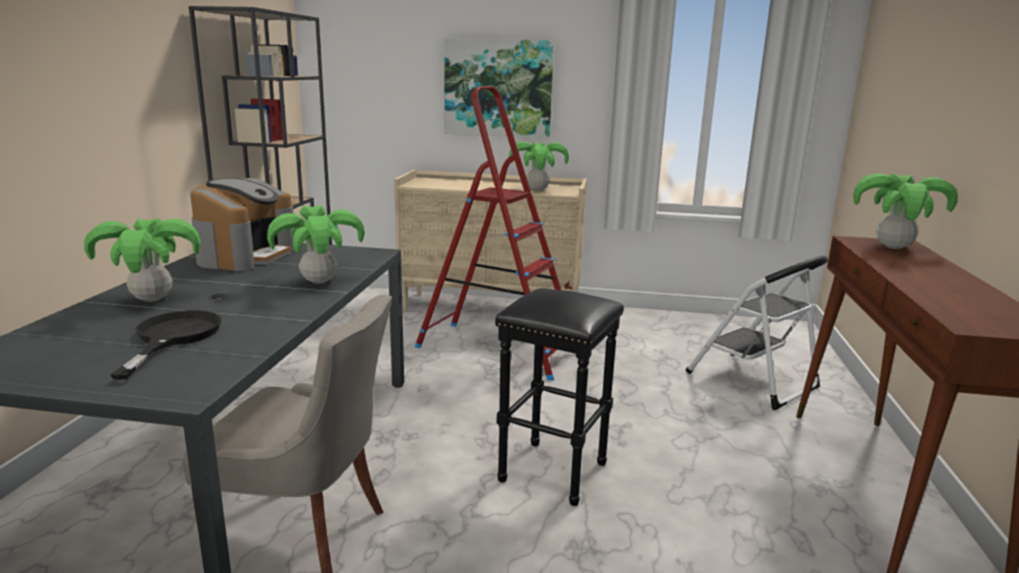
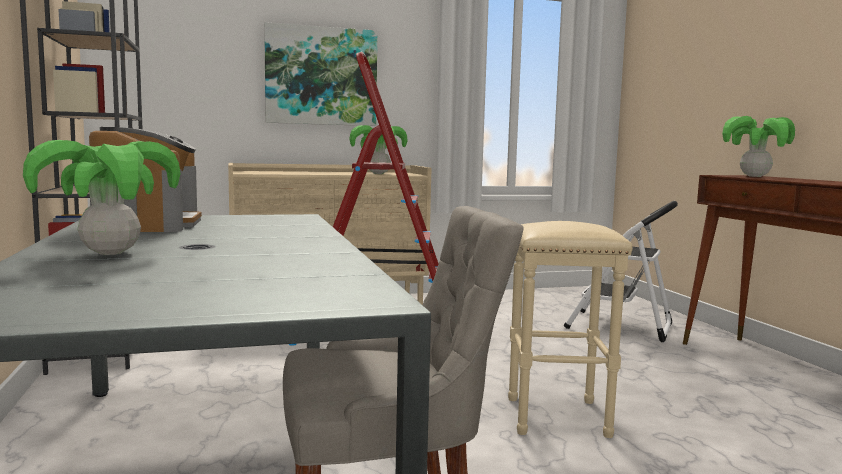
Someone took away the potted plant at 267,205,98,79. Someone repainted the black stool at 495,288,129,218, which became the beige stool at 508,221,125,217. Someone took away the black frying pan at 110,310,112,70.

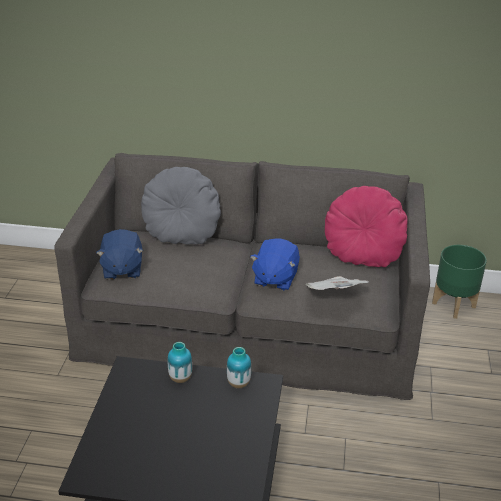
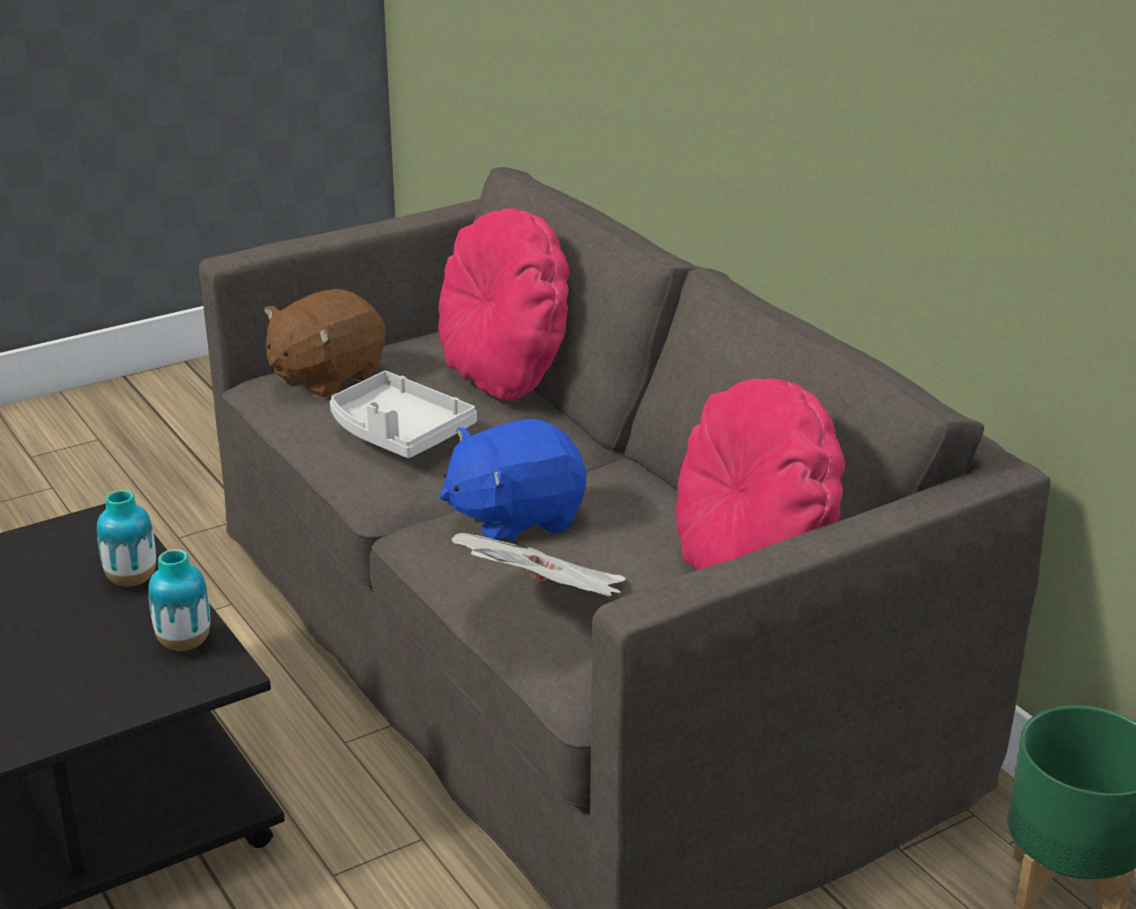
Someone repainted the grey pillow at 141,167,80,77, which became the pink pillow at 438,208,131,193. Someone repainted the blue plush toy at 96,229,47,51, which became the brown plush toy at 264,289,122,109. Someone put down the grey tray at 330,371,147,87.

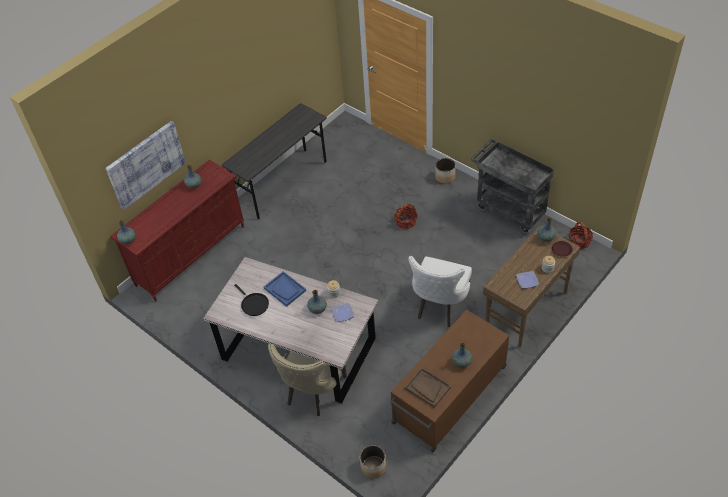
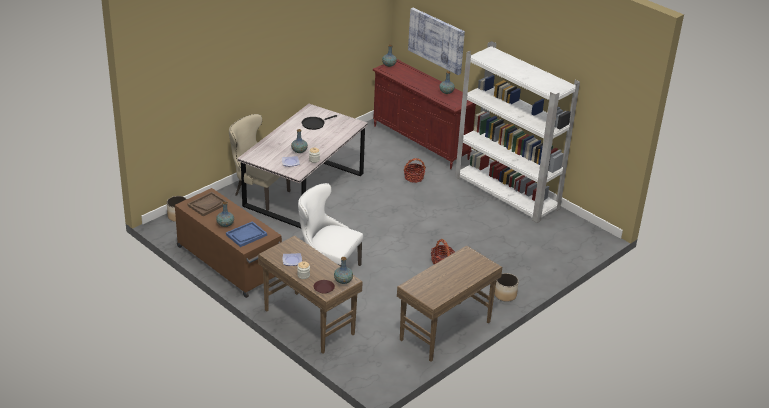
Someone swapped the grey desk at 222,103,105,116 for the white bookcase at 455,41,125,182. Someone swapped the black cart at 471,139,83,94 for the brown console table at 397,245,105,117. Someone carried the basket from 569,222,24,27 to 404,158,22,25. Someone carried the blue tray from 264,271,42,36 to 226,221,41,26.

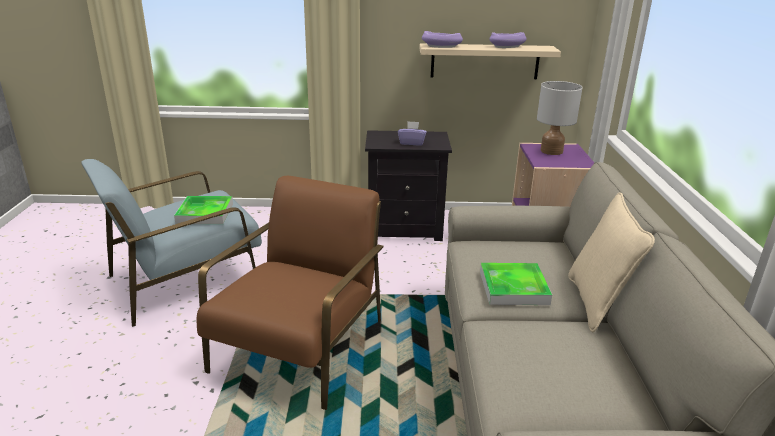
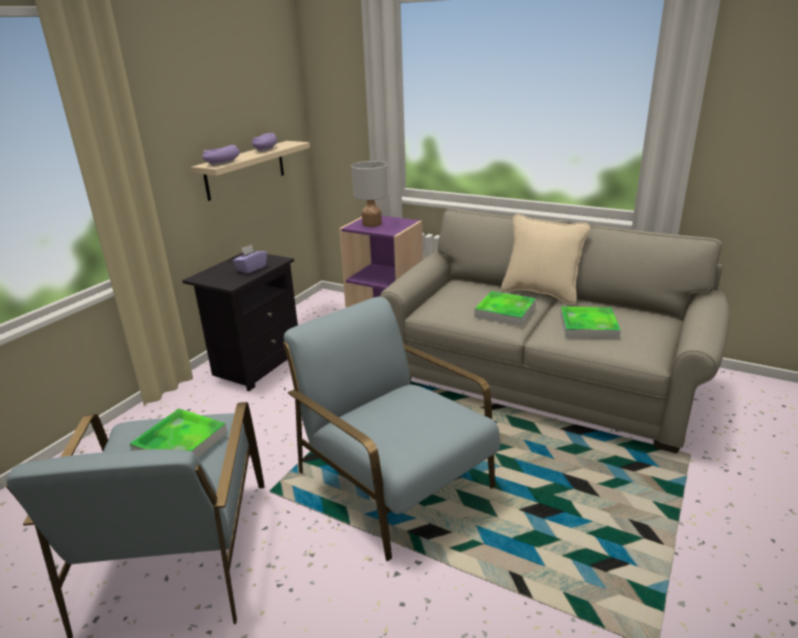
Someone repainted the brown armchair at 197,176,187,234, which became the blue armchair at 283,297,217,265. Someone put down the tray at 560,306,61,34.

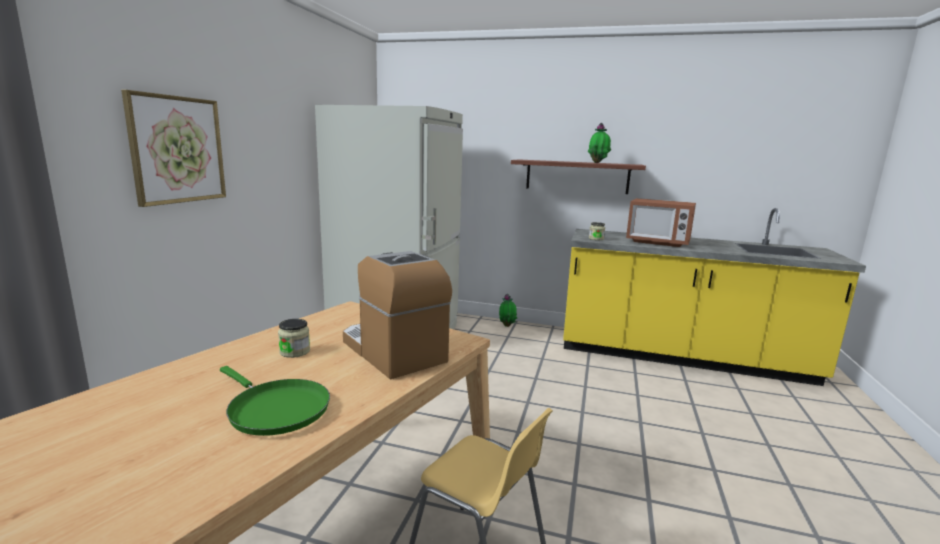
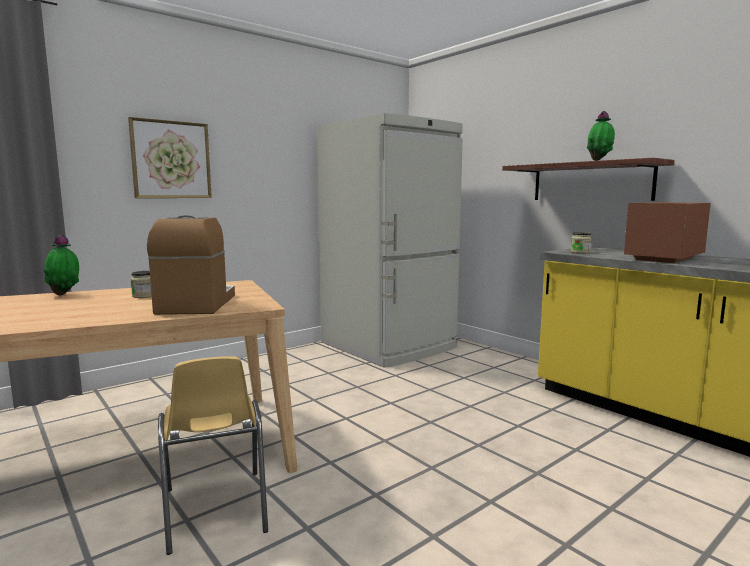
Someone rotated the microwave at 626,198,70,49 by 75 degrees clockwise. Someone carried the potted plant from 499,294,18,33 to 44,234,35,61. Someone took away the green frying pan at 220,366,110,70.

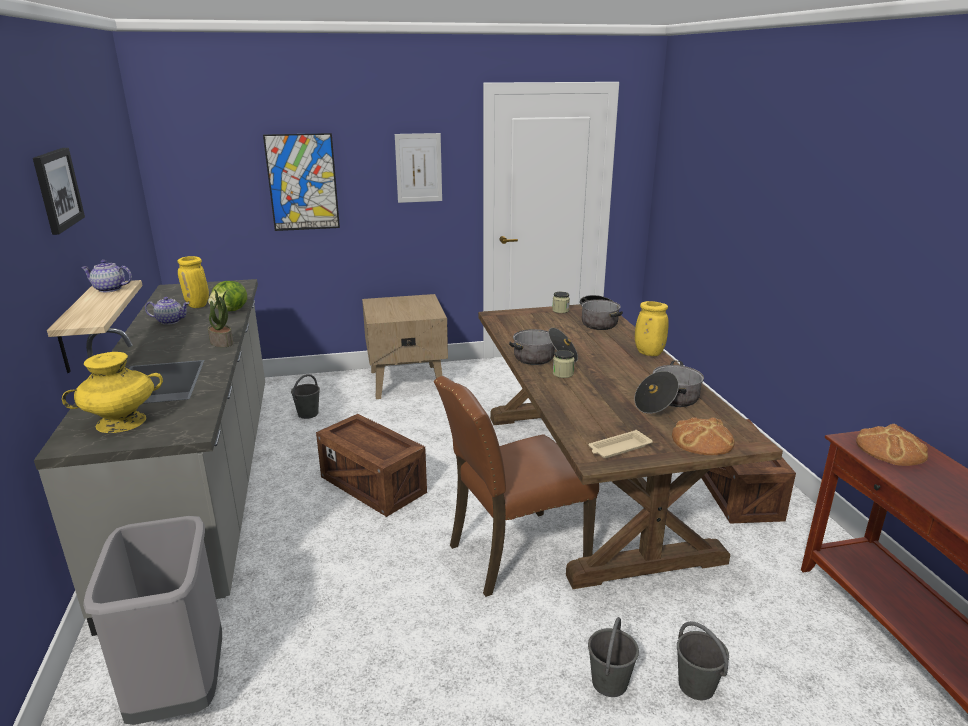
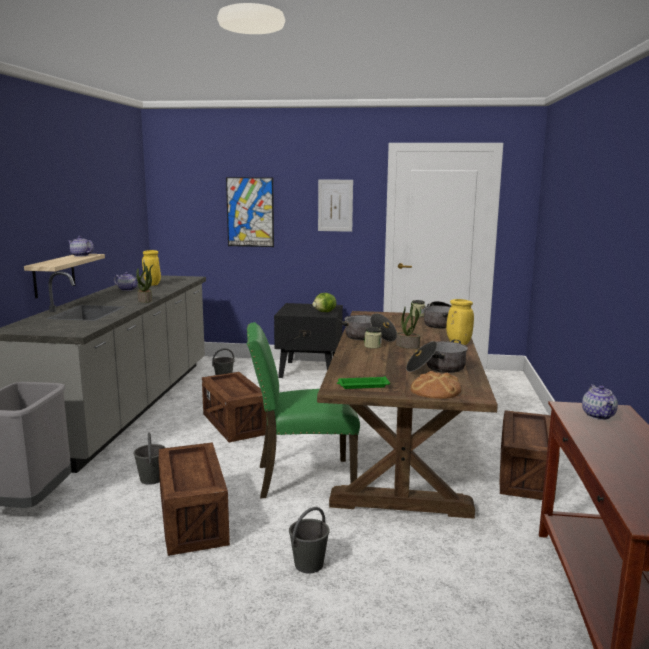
Someone took away the picture at 33,148,52,87. Someone carried the lettuce from 208,281,39,30 to 312,293,24,19. Someone repainted the beige nightstand at 362,294,86,105, which became the black nightstand at 274,303,69,75. Someone took away the yellow vase at 62,352,101,81. Someone repainted the brown chair at 434,376,165,221, which became the green chair at 247,322,113,176. Someone swapped the bread at 856,424,72,42 for the teapot at 582,384,36,36. Someone repainted the beige tray at 588,430,65,28, which became the green tray at 337,376,53,13. Someone carried the grey bucket from 677,621,52,79 to 134,433,32,52. Someone put down the potted plant at 396,302,24,47. Someone put down the crate at 159,442,71,114.

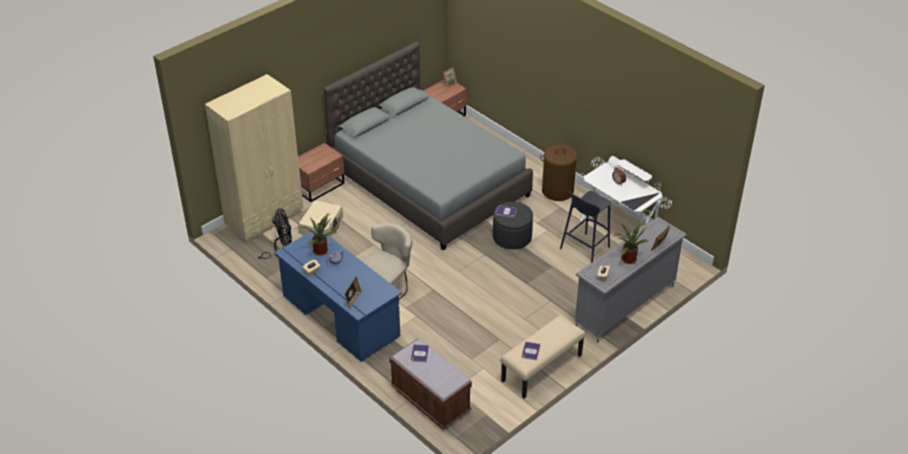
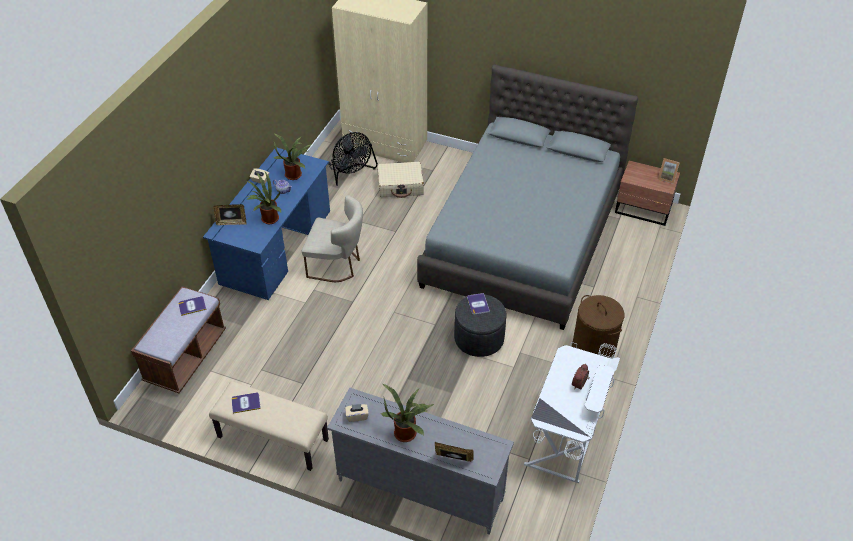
Someone took away the brown nightstand at 298,143,46,59. Someone took away the grey stool at 560,191,52,72. Someone put down the potted plant at 247,172,34,52.

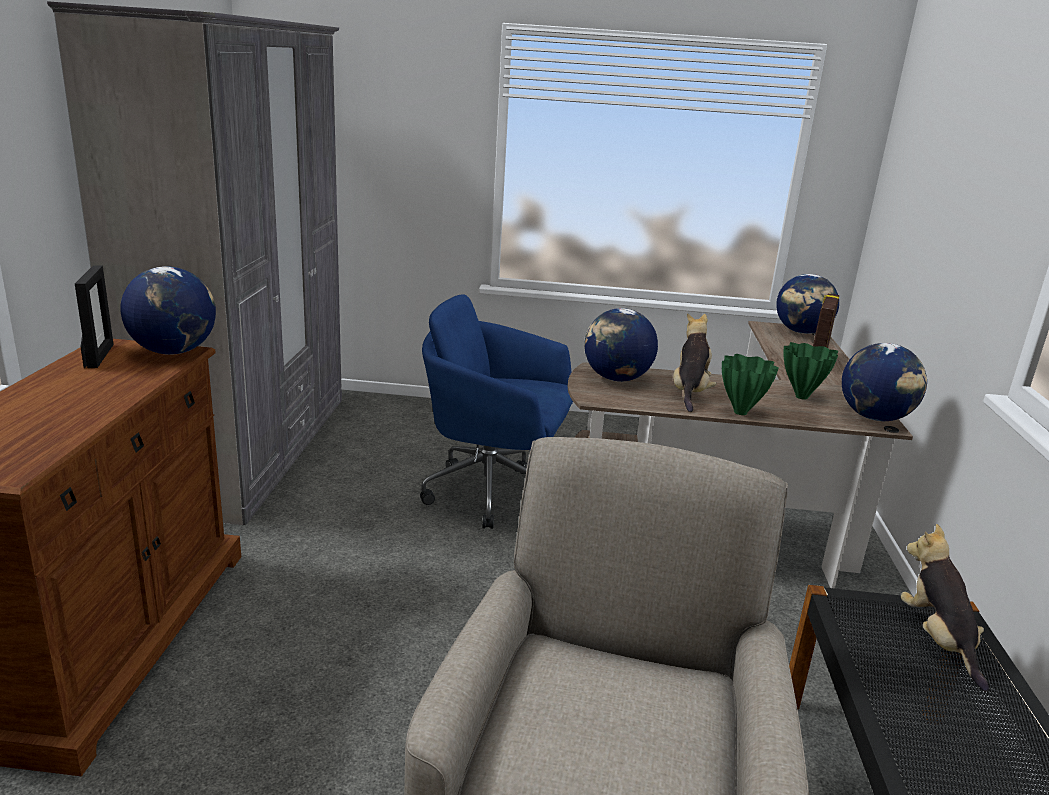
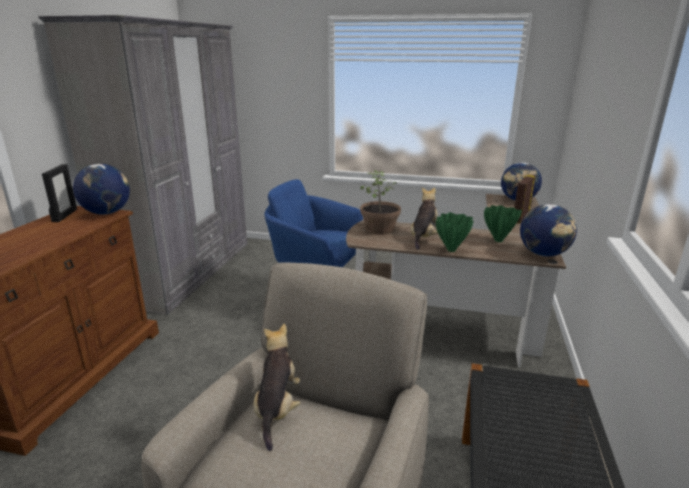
Someone swapped the globe at 584,308,74,74 for the potted plant at 360,170,41,64. Someone carried the plush toy from 901,524,88,168 to 254,324,47,127.

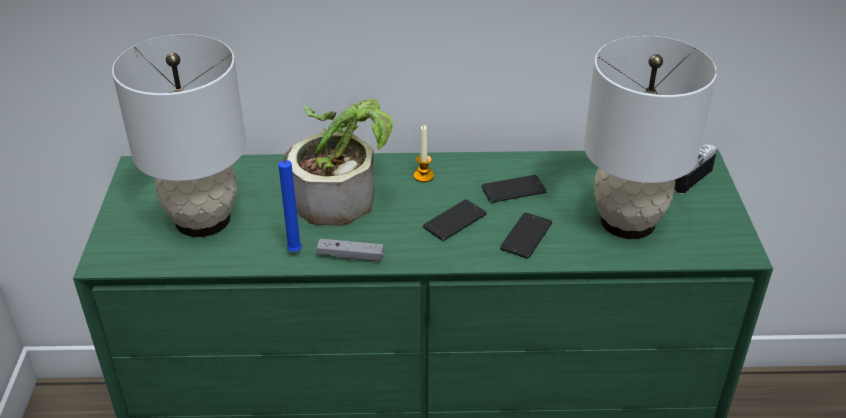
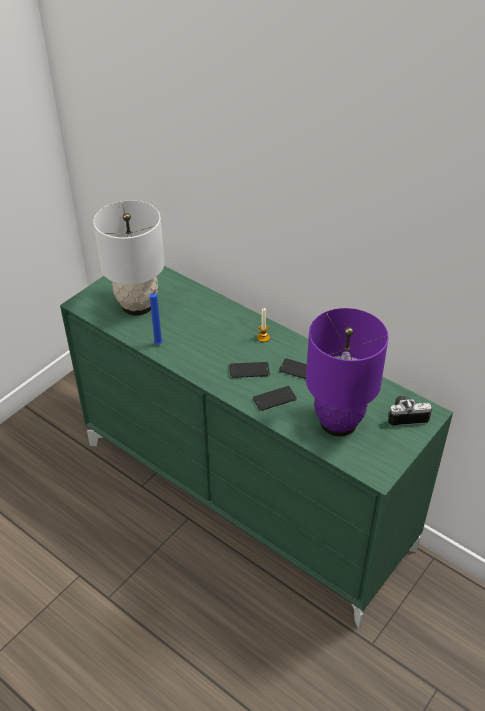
Someone repainted the white table lamp at 584,36,133,203, which became the purple table lamp at 306,308,83,128. Someone took away the potted plant at 287,99,106,127. Someone took away the grey game controller at 316,239,68,23.

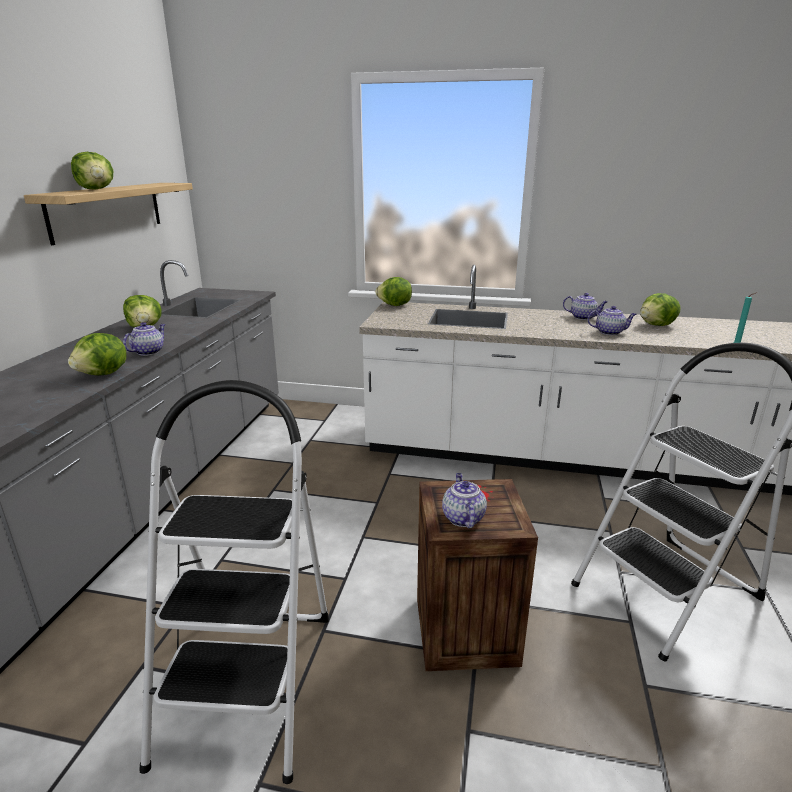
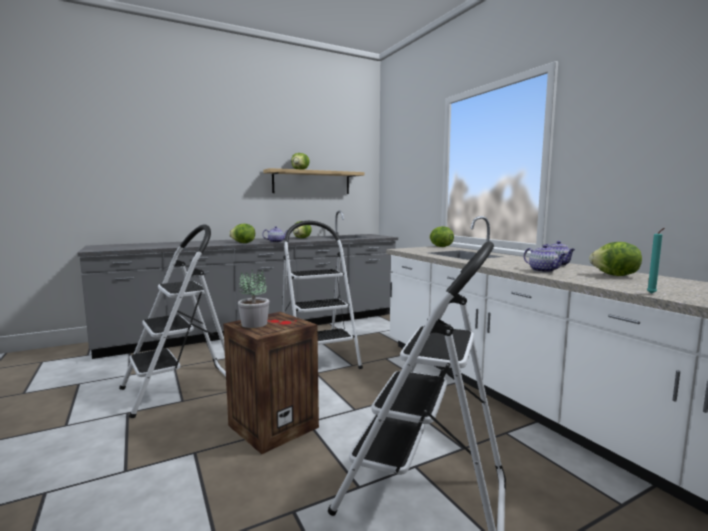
Someone swapped the teapot at 442,473,45,55 for the potted plant at 238,270,31,58. Someone put down the step ladder at 282,221,81,148.

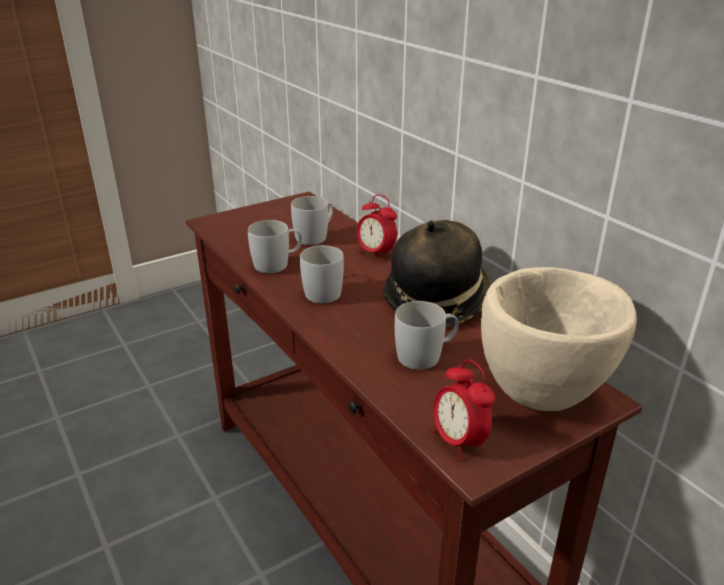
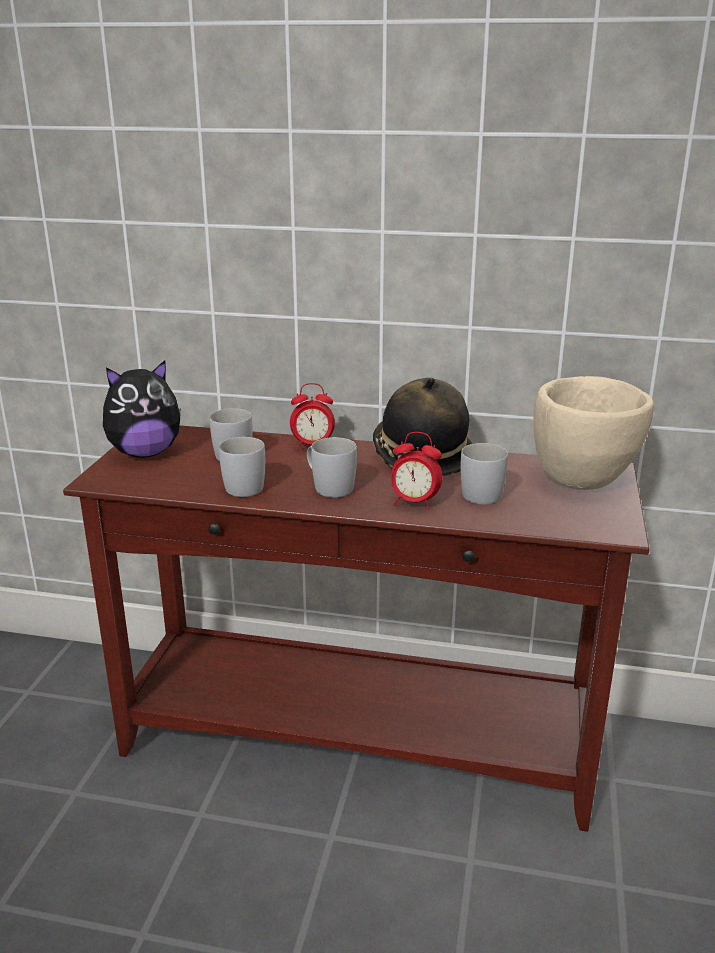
Someone carried the alarm clock from 433,359,62,101 to 391,432,52,78. Someone put down the plush toy at 103,360,78,98.

